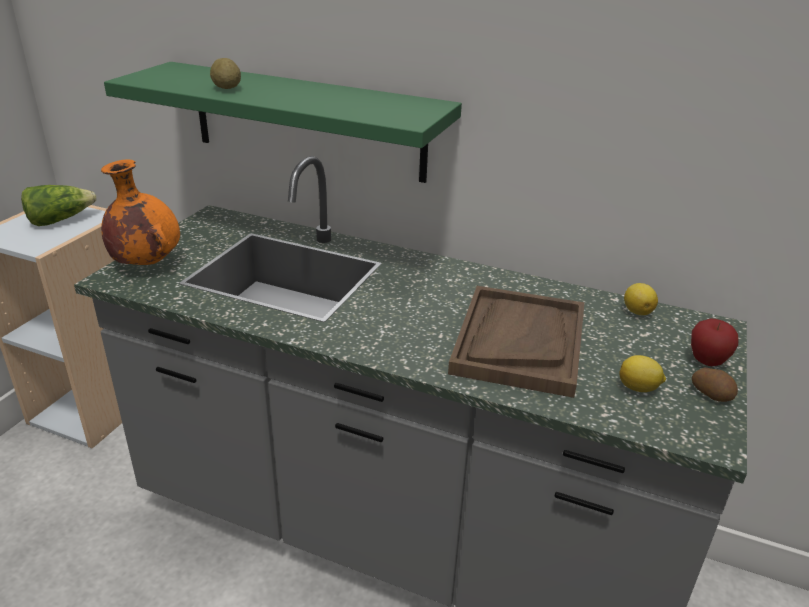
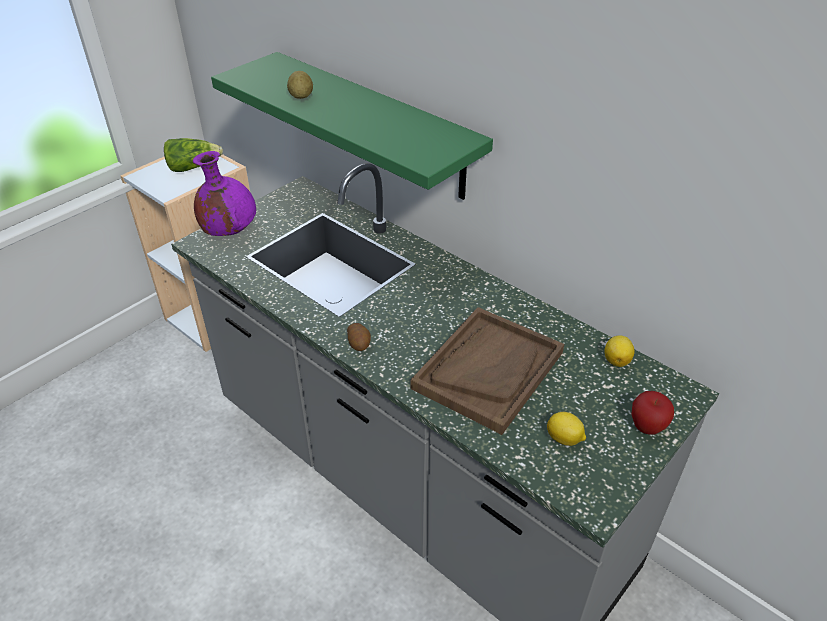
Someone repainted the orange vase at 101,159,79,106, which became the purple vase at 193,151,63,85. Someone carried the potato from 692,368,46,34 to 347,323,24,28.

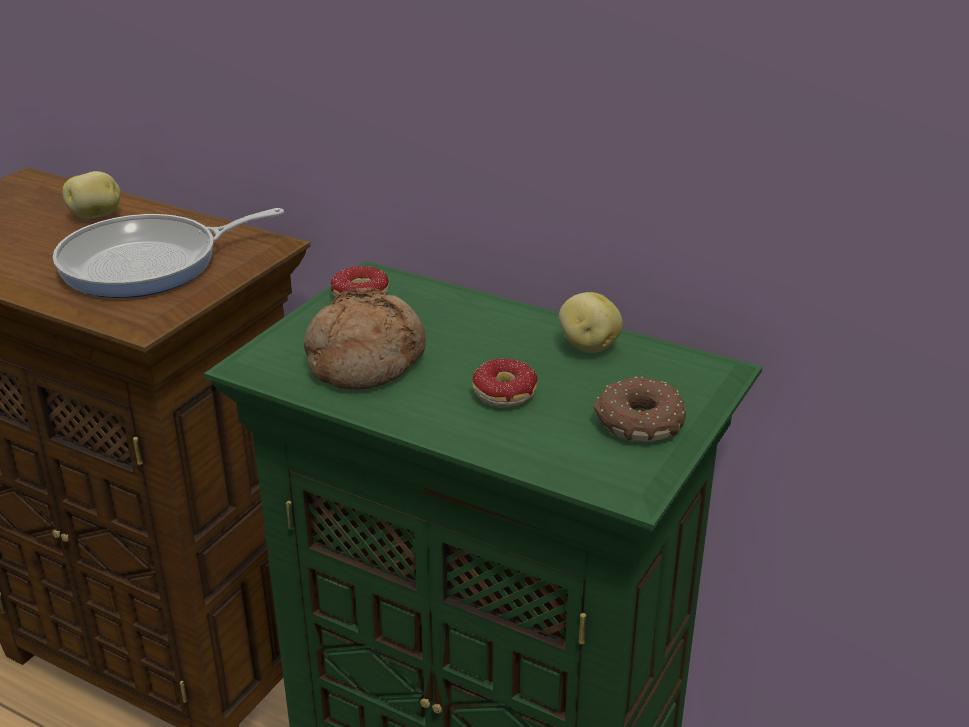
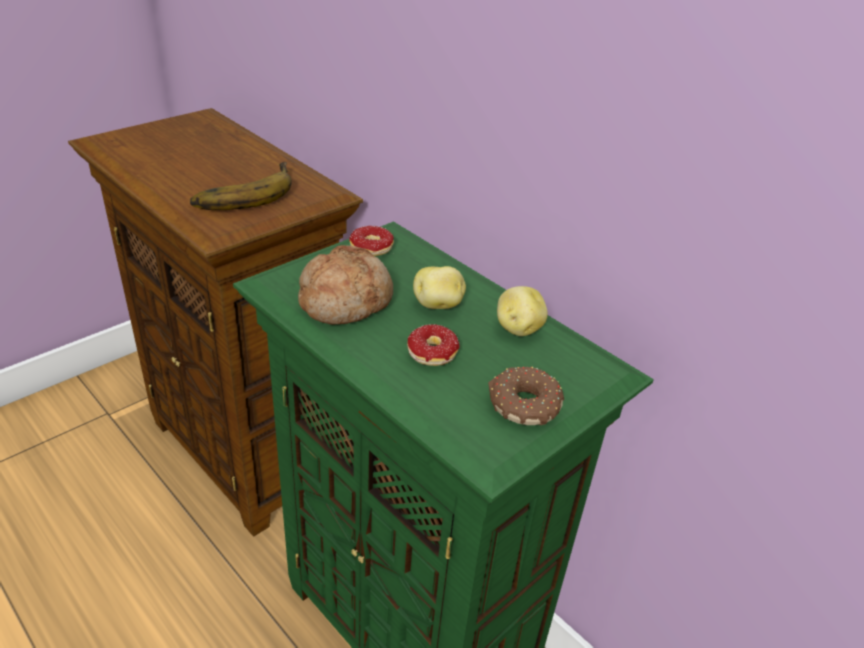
Someone carried the potato from 62,171,59,48 to 413,266,53,43. Someone swapped the frying pan at 53,208,231,90 for the banana at 190,162,102,48.

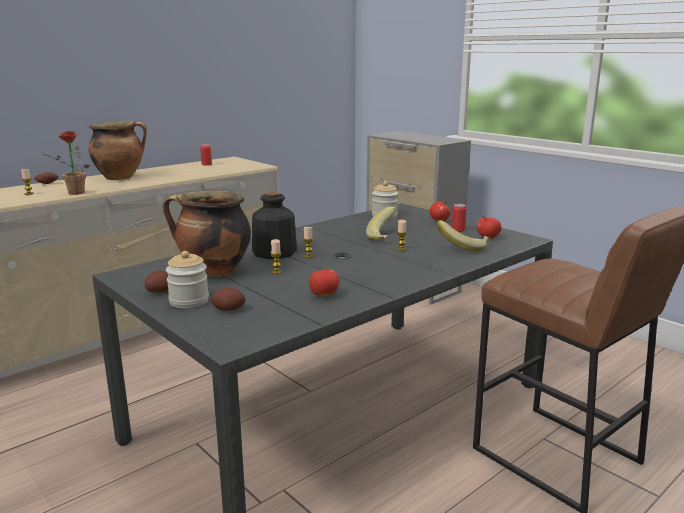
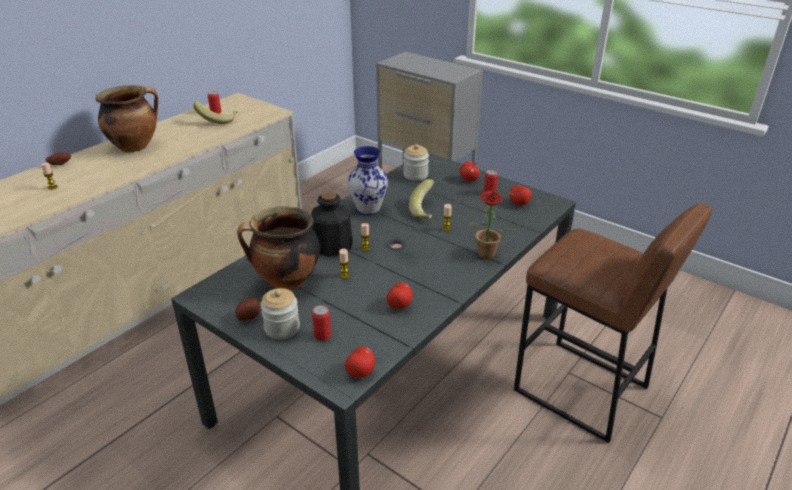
Someone carried the potted plant from 44,131,46,64 to 467,191,48,69. Someone carried the banana from 437,220,52,32 to 194,101,44,23. Someone swapped the potato at 211,287,34,23 for the can at 312,305,19,36. Someone put down the vase at 347,146,41,69. Someone put down the apple at 345,345,30,33.

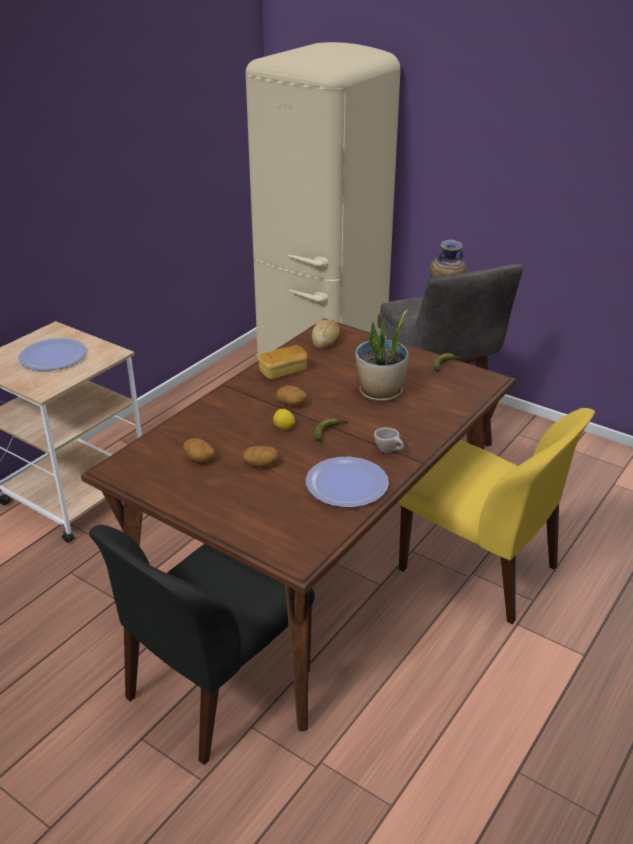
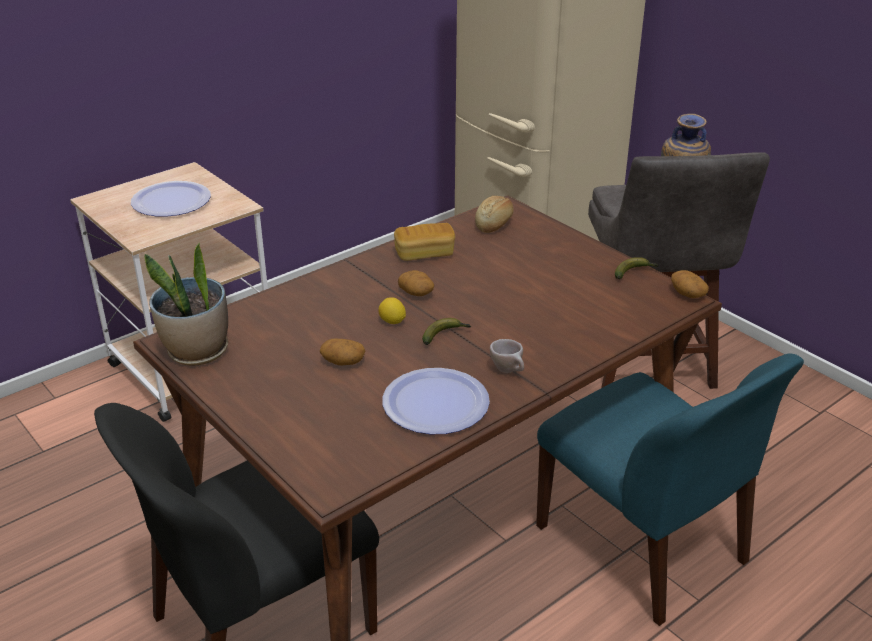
Someone carried the potted plant from 355,310,53,92 to 144,243,84,123. Someone repainted the yellow chair at 399,408,196,216, which became the blue chair at 536,354,268,272. Someone carried the potato from 183,438,33,25 to 671,270,38,28.

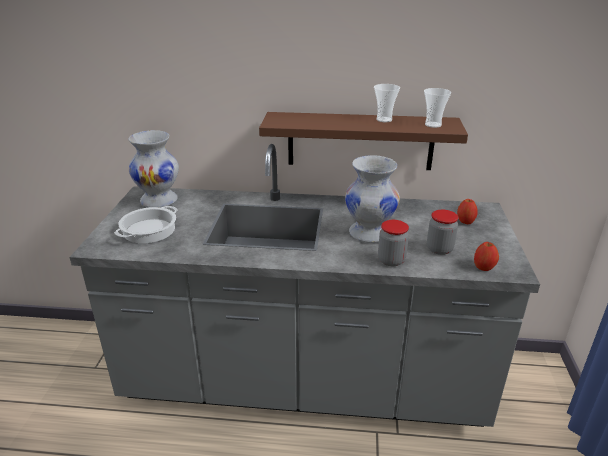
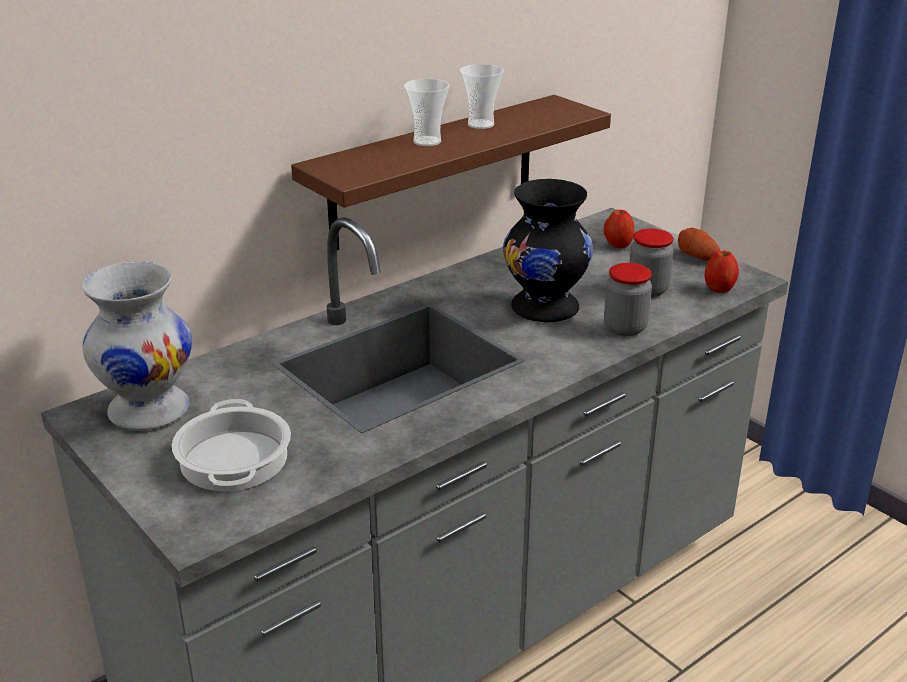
Someone carried the cup from 424,88,27,40 to 404,79,46,67. Someone repainted the white vase at 345,155,55,88, which became the black vase at 503,179,90,143. Someone put down the potato at 678,228,42,33.

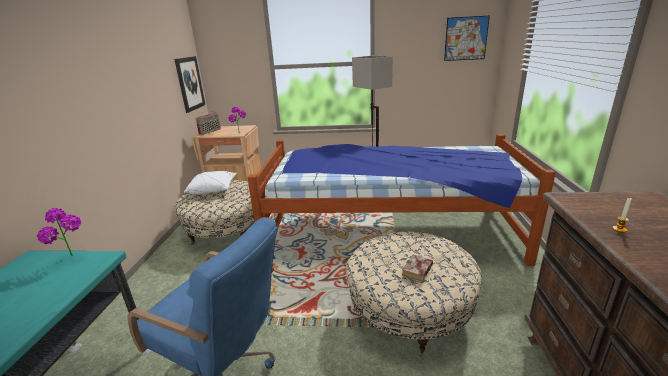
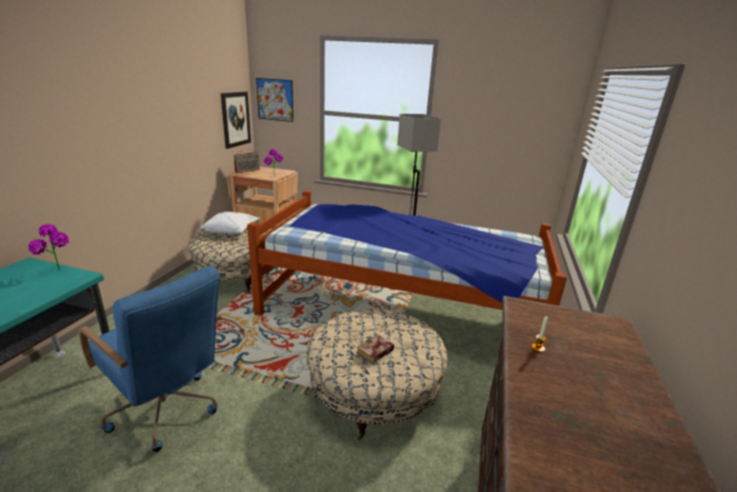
Someone carried the picture from 444,15,46,46 to 256,78,37,44.

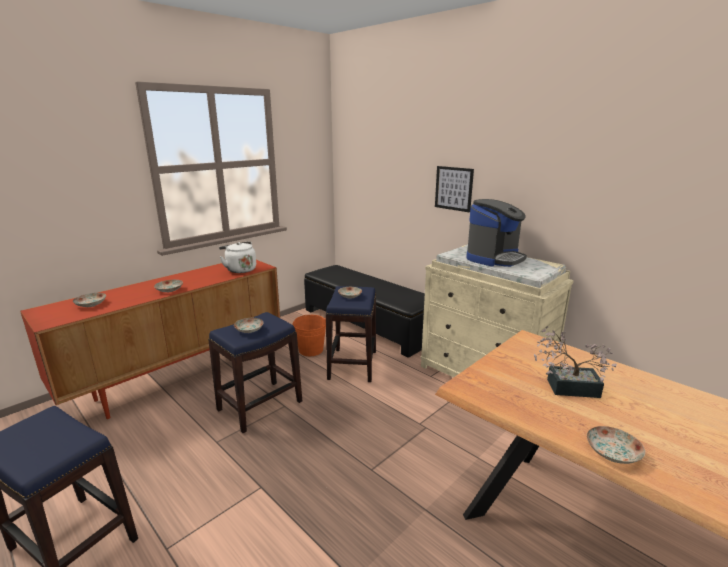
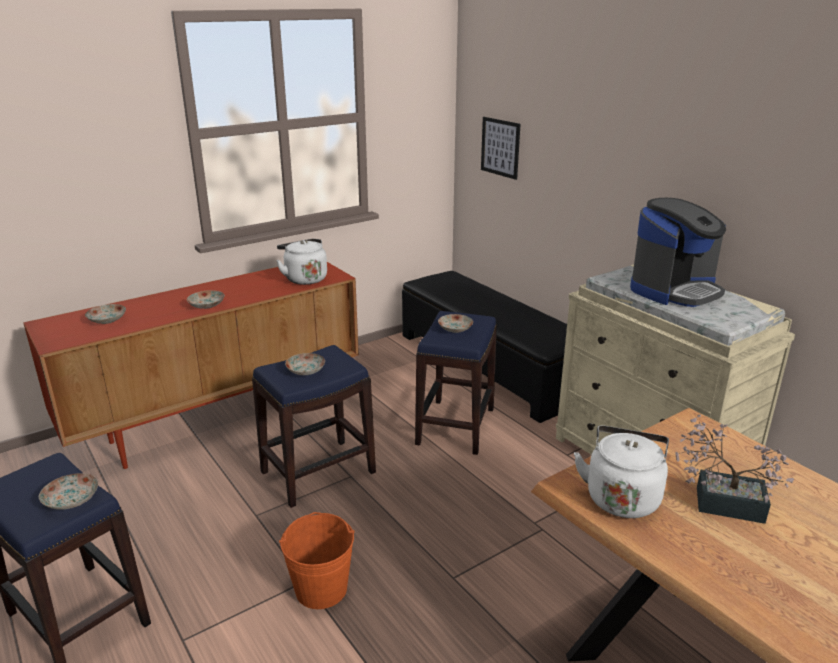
Someone carried the picture from 435,166,39,46 to 481,117,40,63. Someone carried the orange bucket from 292,315,34,41 to 279,512,75,97. Someone carried the plate from 587,426,58,38 to 39,473,59,37. Someone put down the white kettle at 574,425,95,93.

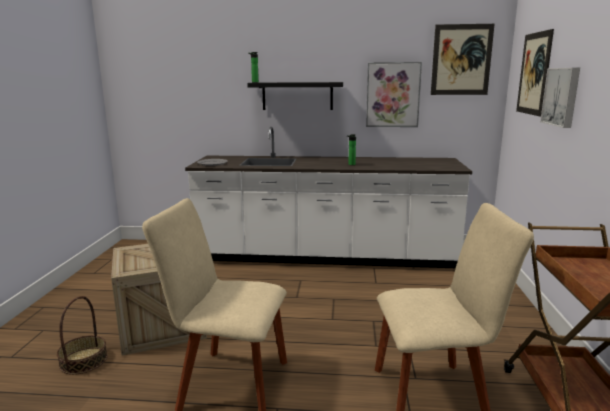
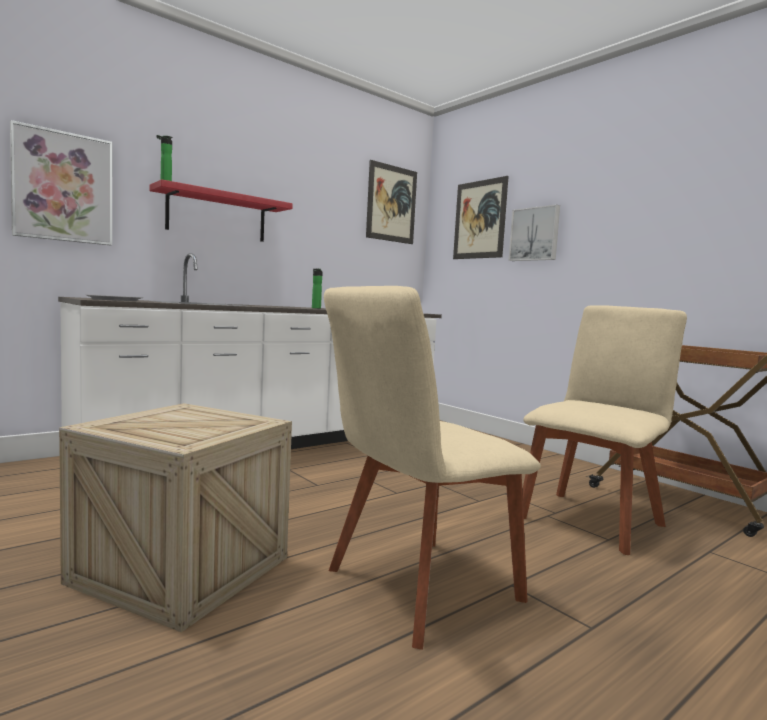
Someone carried the picture from 366,62,56,65 to 10,120,102,125. Someone repainted the black shelf at 247,82,96,28, which became the red shelf at 149,179,144,63. Someone took away the basket at 57,296,51,79.

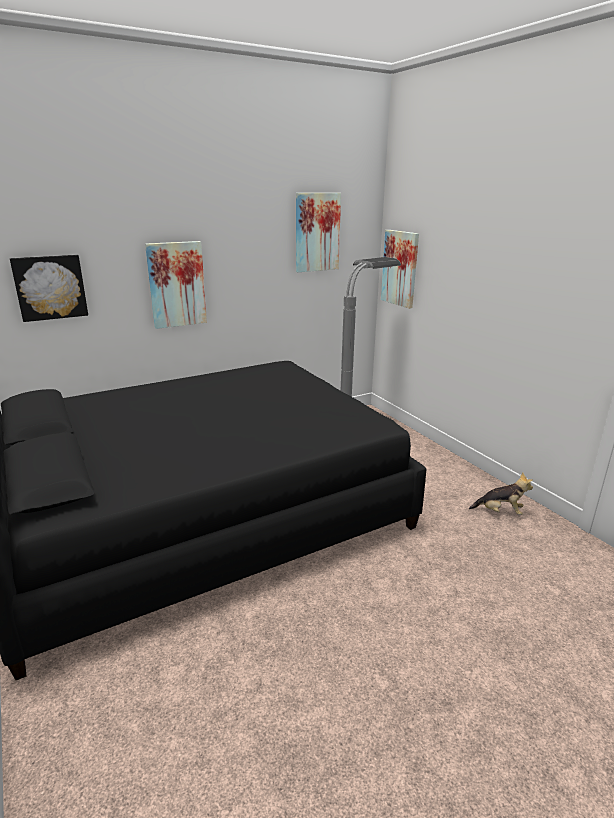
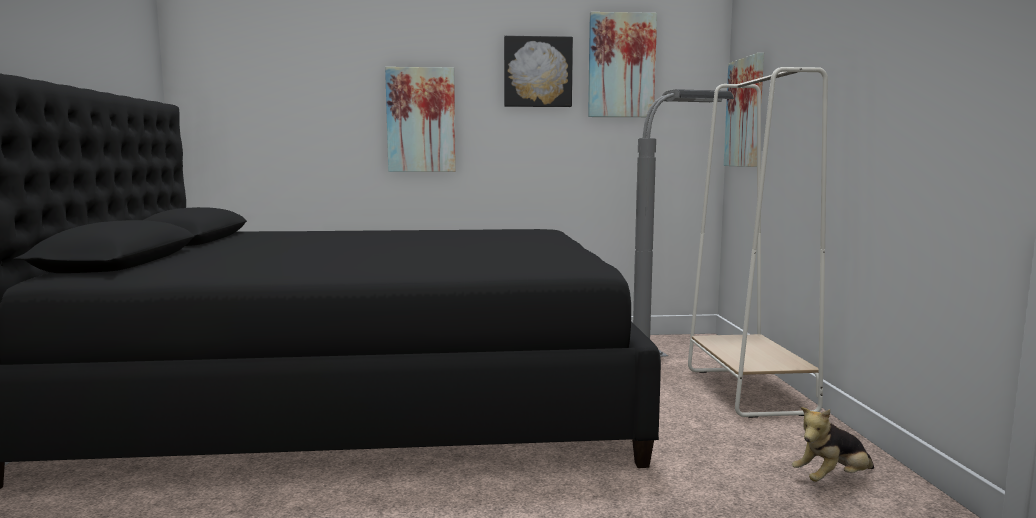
Someone carried the picture from 10,255,78,67 to 504,36,69,71. Someone rotated the plush toy at 469,472,64,43 by 120 degrees clockwise. Someone put down the clothes rack at 688,67,140,351.

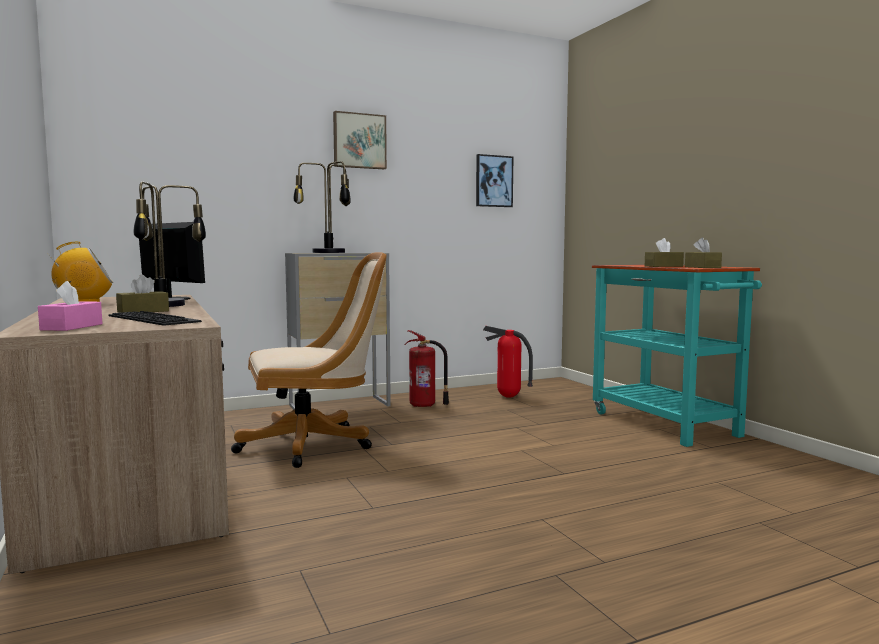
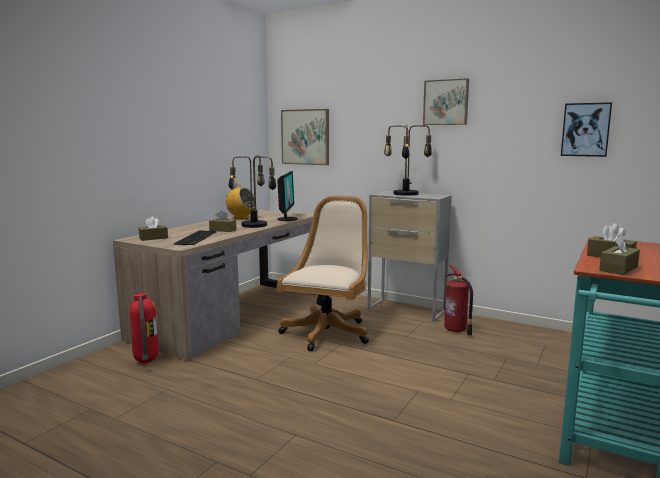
Someone rotated the office chair at 231,252,156,216 by 105 degrees counterclockwise. Someone repainted the pink tissue box at 38,281,64,50, which became the brown tissue box at 139,216,29,25. Someone carried the fire extinguisher from 483,326,50,72 to 129,284,30,79. Someone put up the picture at 281,109,48,56.

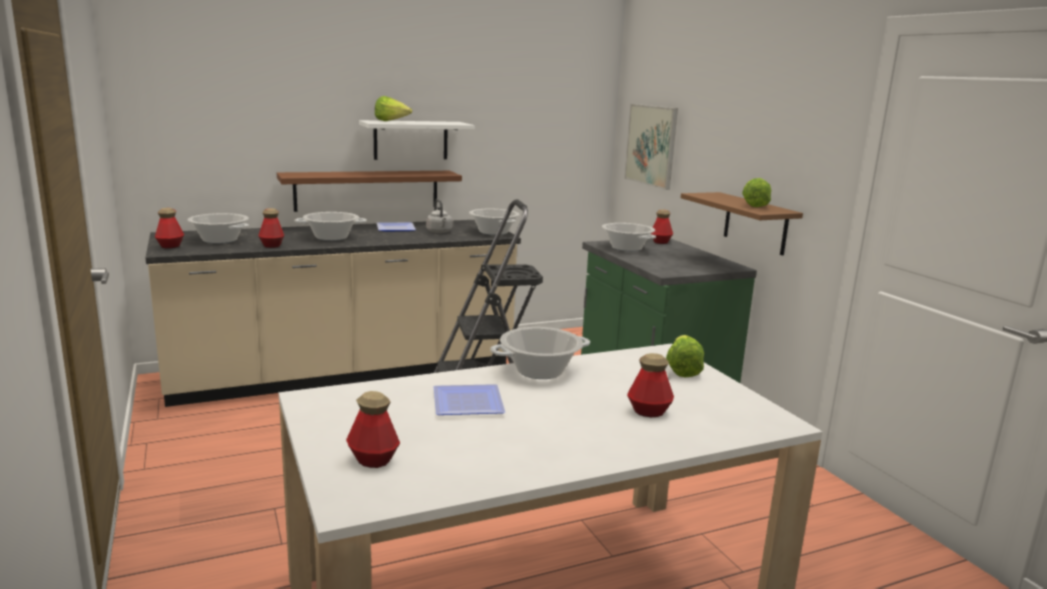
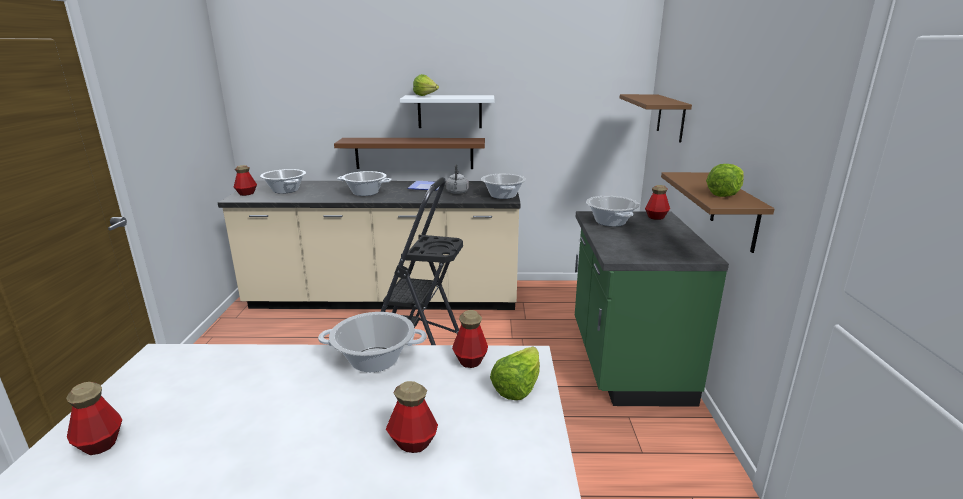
Someone swapped the picture at 624,104,54,86 for the brown shelf at 620,94,72,49. Someone carried the bottle from 258,208,26,40 to 452,310,36,58. Someone took away the plate at 433,384,72,31.

